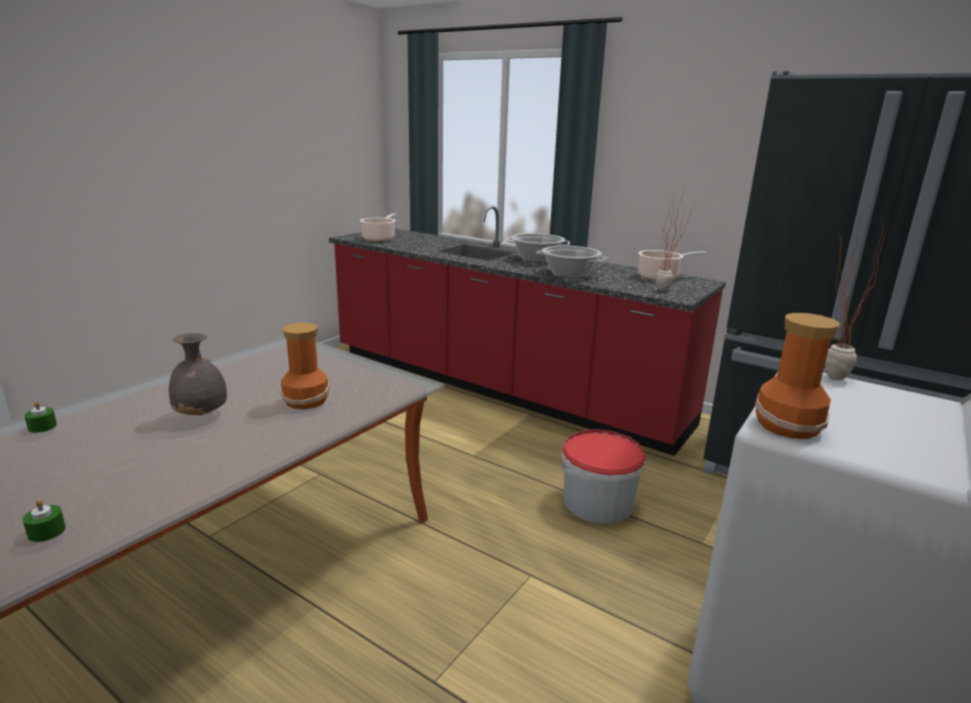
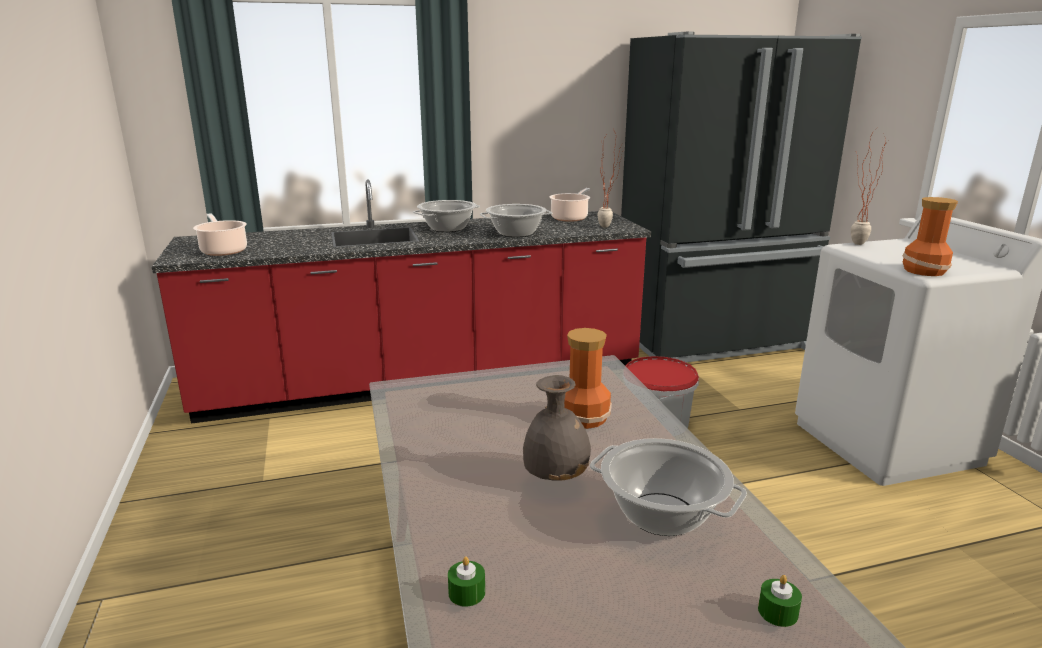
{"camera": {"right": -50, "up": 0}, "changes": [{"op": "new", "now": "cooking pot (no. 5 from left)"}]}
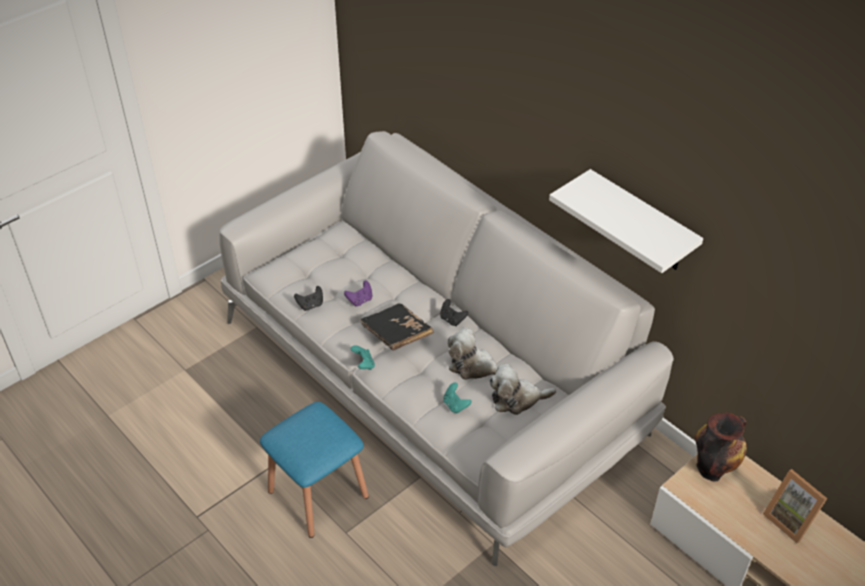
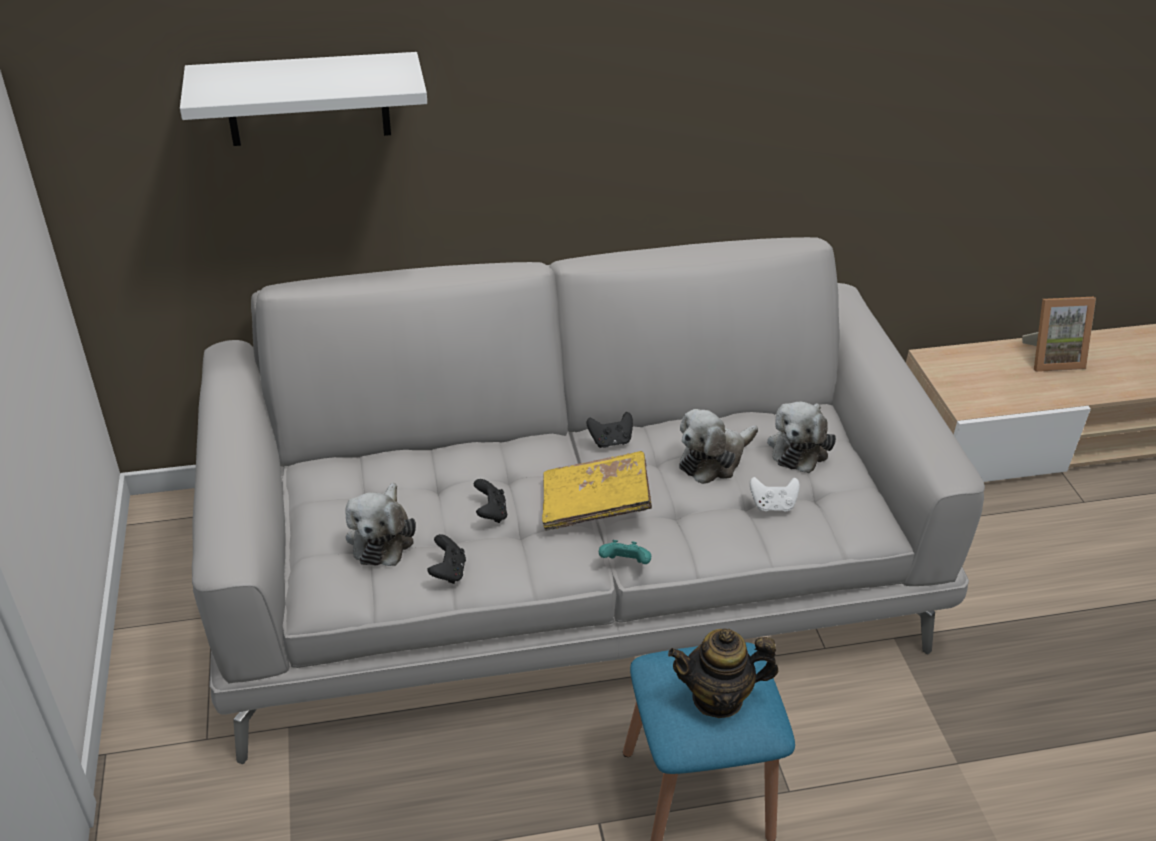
{"camera": {"right": -60, "up": -5}, "changes": [{"op": "shifted", "was": "white shelf"}, {"op": "new", "now": "plush toy (no. 1 from left)"}, {"op": "repainted", "was": "purple game controller", "now": "black game controller (no. 2 from left)"}, {"op": "repainted", "was": "black book", "now": "yellow book"}, {"op": "new", "now": "teapot"}, {"op": "repainted", "was": "turquoise game controller (no. 2 from left)", "now": "white game controller"}, {"op": "gone", "was": "vase"}]}
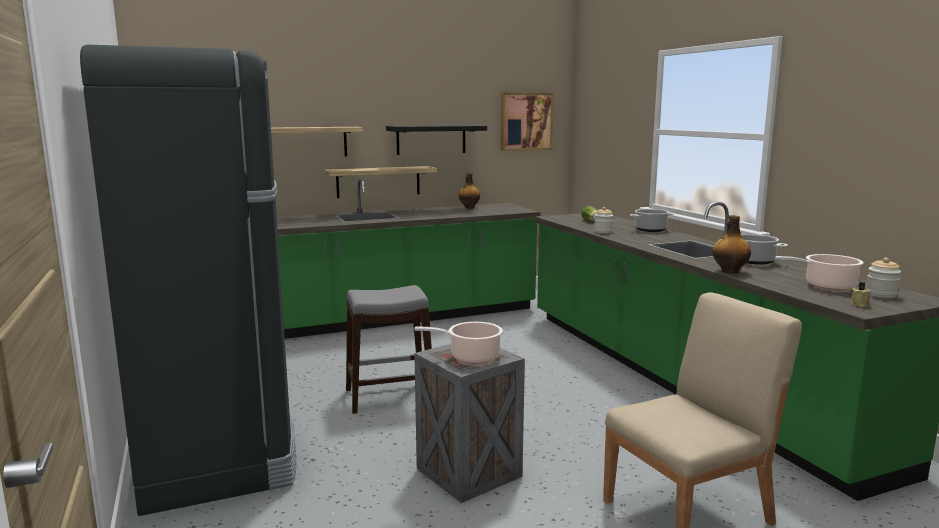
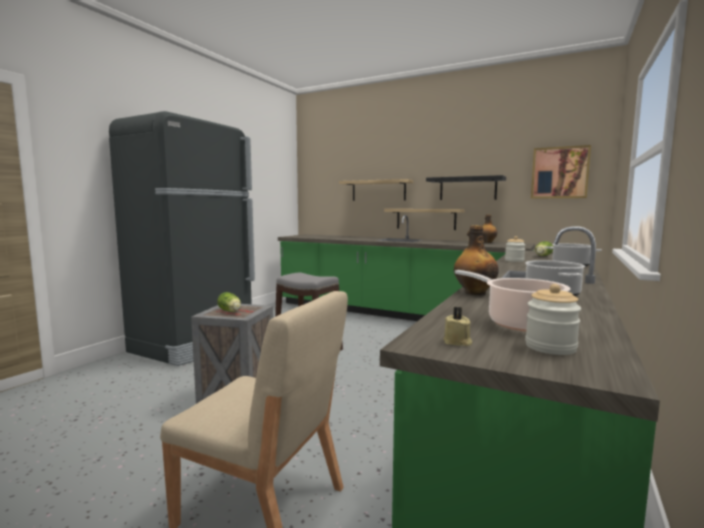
{"camera": {"right": 50, "up": -5}, "changes": [{"op": "swapped", "was": "cooking pot (no. 1 from left)", "now": "lettuce (no. 1 from left)"}]}
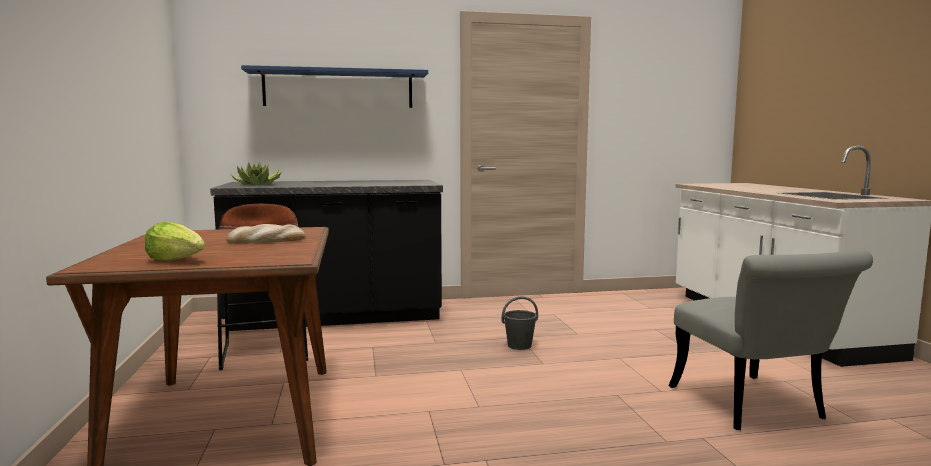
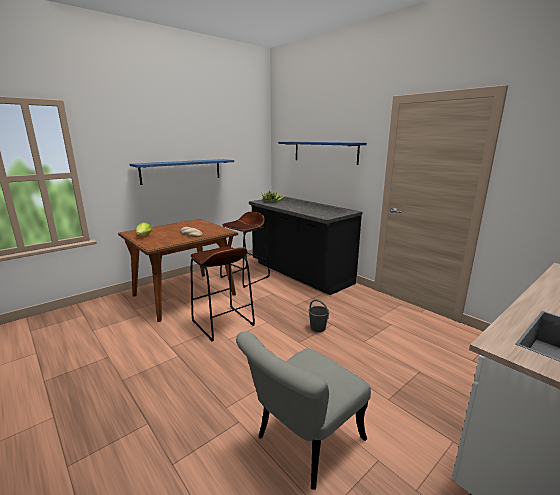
{"camera": {"right": 60, "up": 10}, "changes": [{"op": "new", "now": "blue shelf (no. 1 from left)"}, {"op": "new", "now": "brown stool (no. 1 from left)"}]}
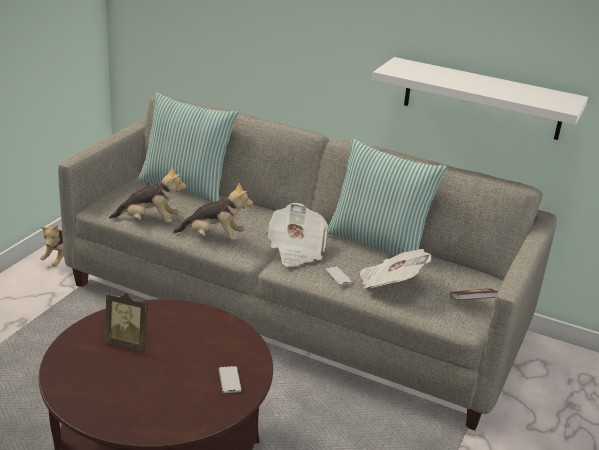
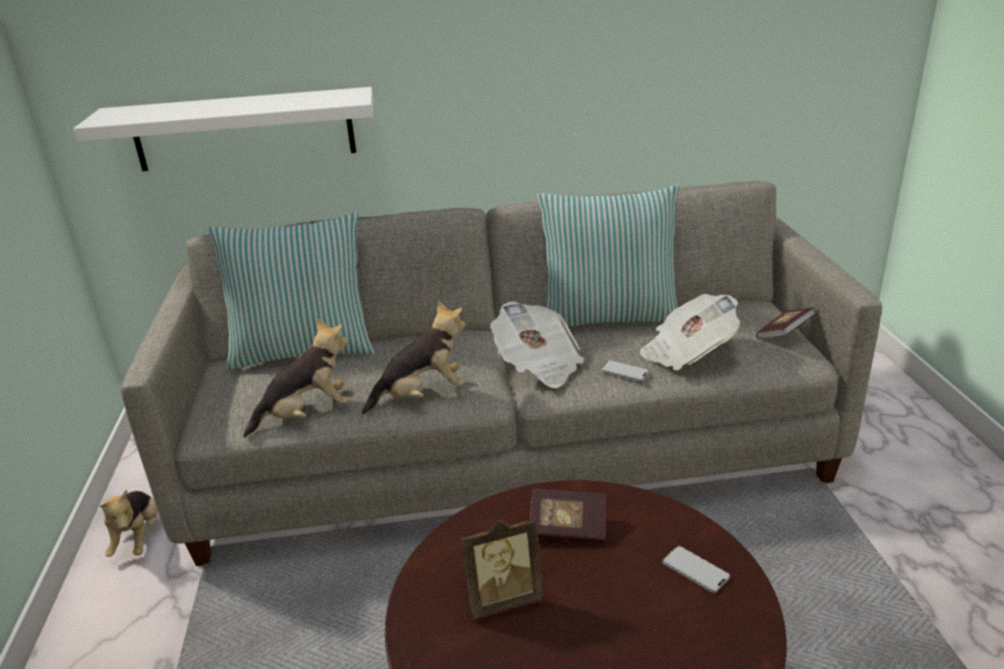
{"camera": {"right": -30, "up": 0}, "changes": [{"op": "shifted", "was": "white shelf"}, {"op": "new", "now": "book (no. 1 from left)"}]}
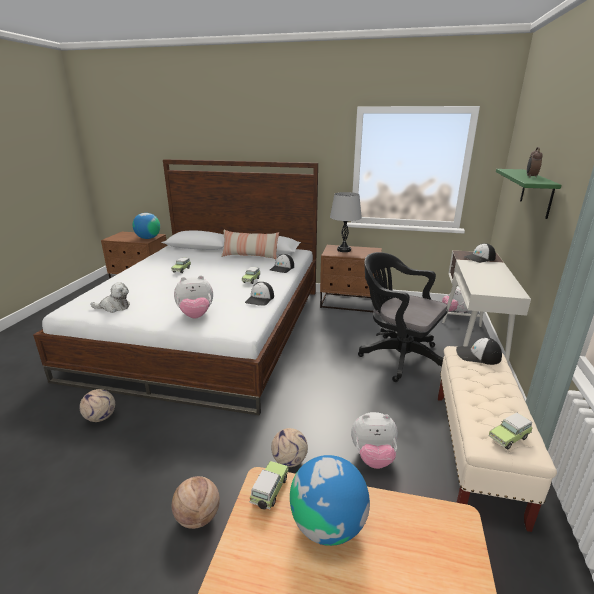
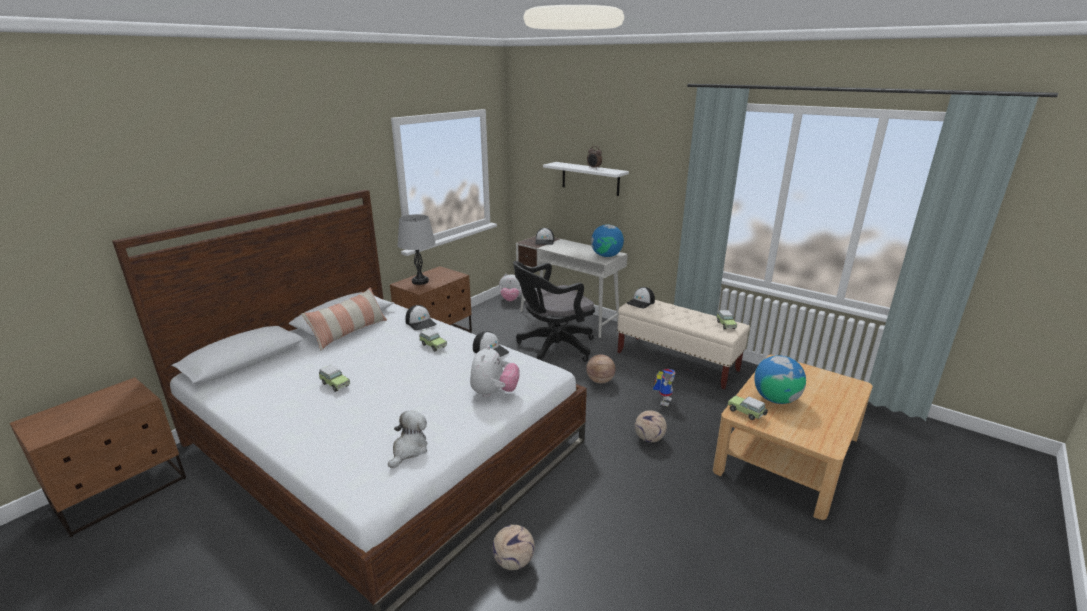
{"camera": {"right": -65, "up": 0}, "changes": [{"op": "repainted", "was": "green shelf", "now": "white shelf"}, {"op": "shifted", "was": "basketball"}, {"op": "shifted", "was": "globe (no. 1 from left)"}, {"op": "swapped", "was": "plush toy (no. 3 from left)", "now": "toy robot"}]}
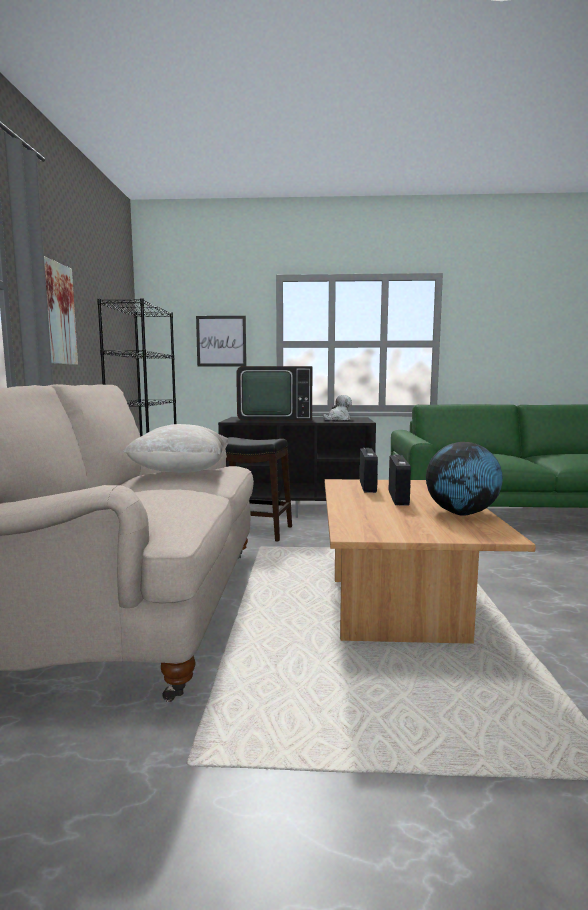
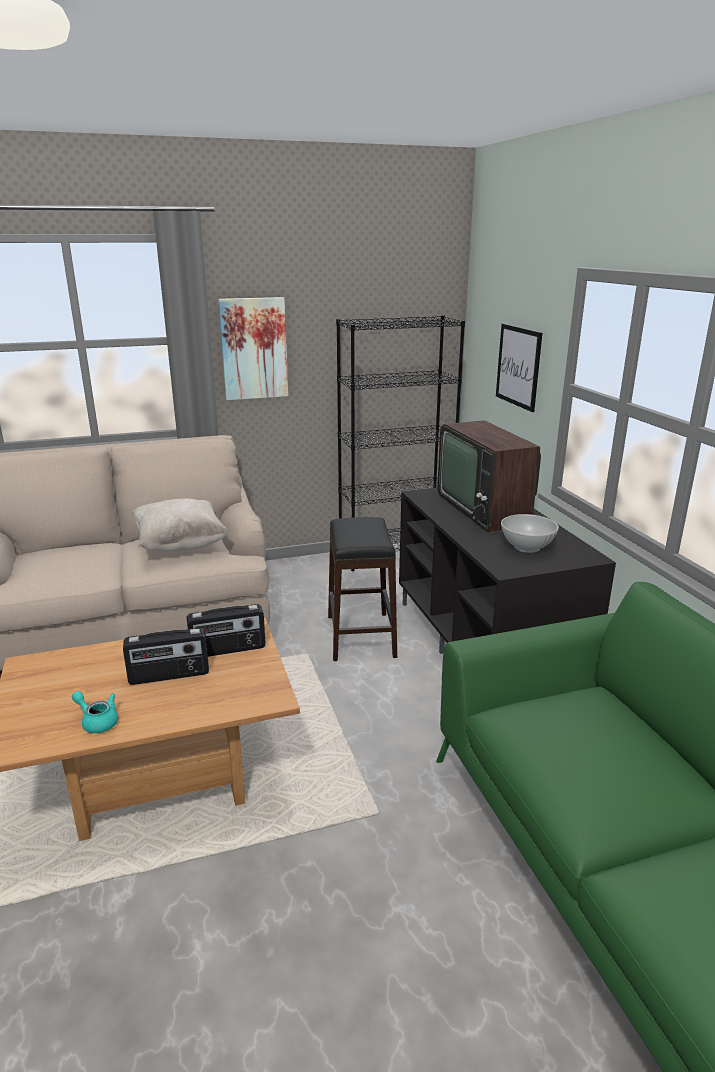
{"camera": {"right": 70, "up": 15}, "changes": [{"op": "swapped", "was": "globe", "now": "turquoise teapot"}, {"op": "swapped", "was": "plush toy", "now": "white bowl"}]}
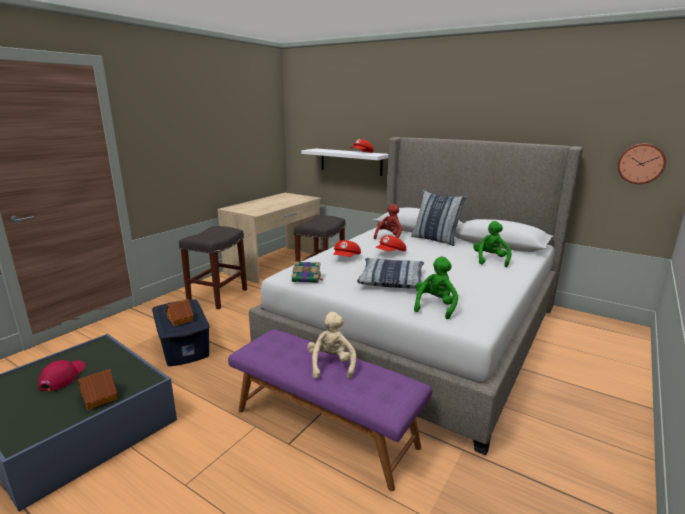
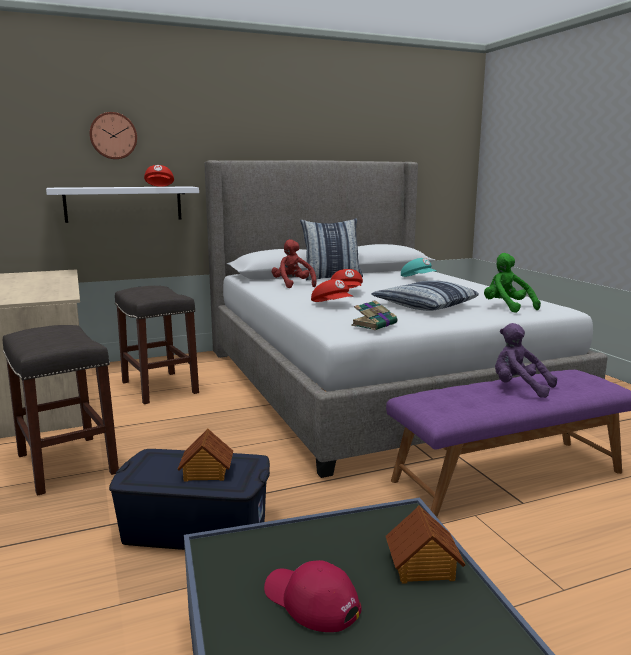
{"camera": {"right": -55, "up": -5}, "changes": [{"op": "shifted", "was": "wall clock"}, {"op": "swapped", "was": "green plush toy (no. 2 from left)", "now": "turquoise cap"}, {"op": "repainted", "was": "beige plush toy", "now": "purple plush toy"}]}
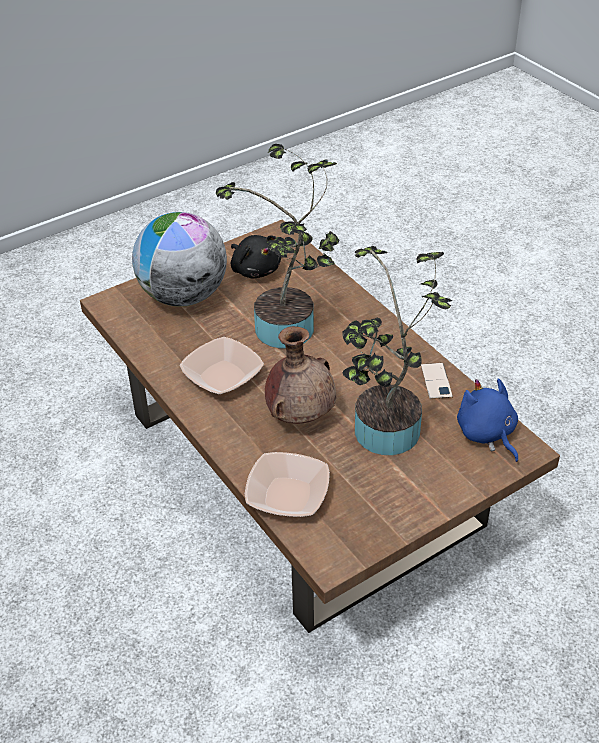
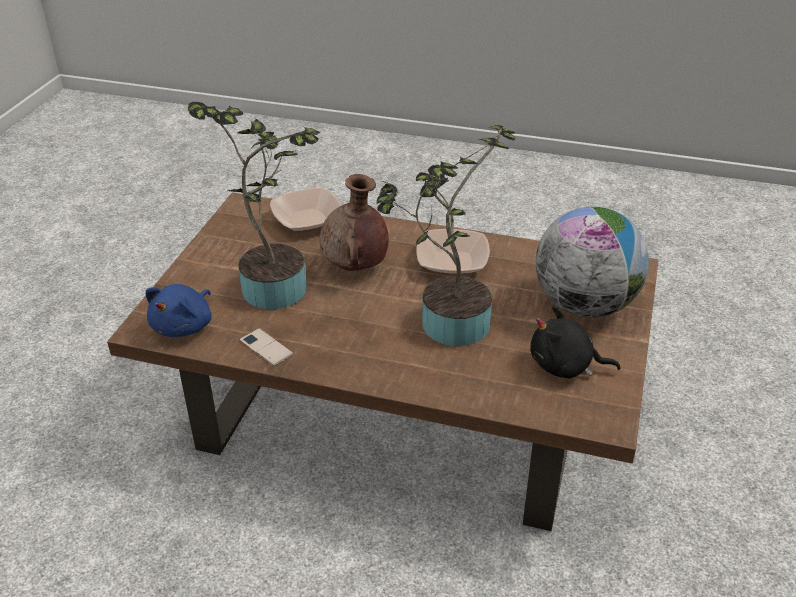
{"camera": {"right": 140, "up": -5}, "changes": [{"op": "rotated", "was": "blue plush toy", "clockwise": 90}]}
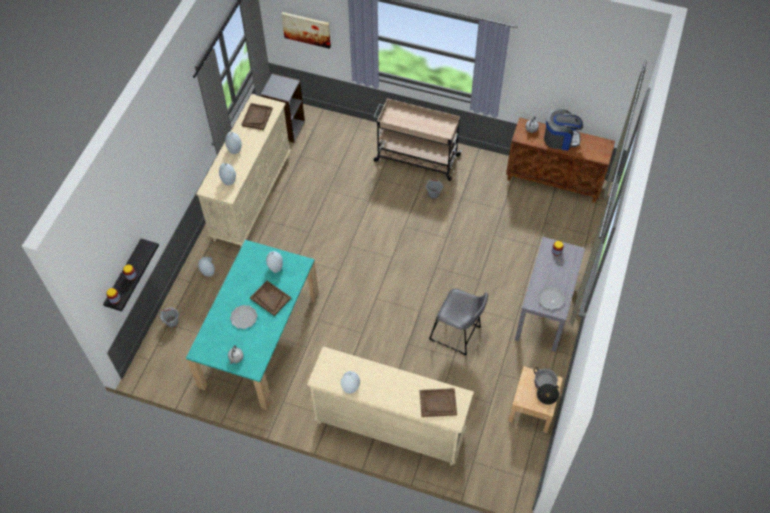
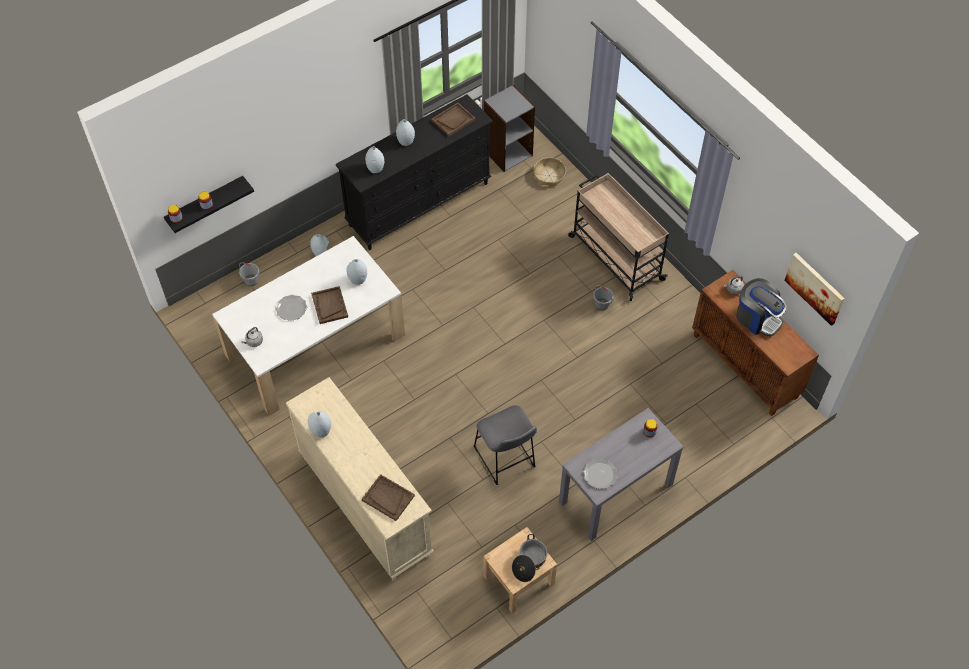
{"camera": {"right": 35, "up": 0}, "changes": [{"op": "repainted", "was": "turquoise dining table", "now": "white dining table"}, {"op": "repainted", "was": "beige dresser (no. 1 from left)", "now": "black dresser"}, {"op": "new", "now": "basket"}, {"op": "shifted", "was": "picture"}]}
